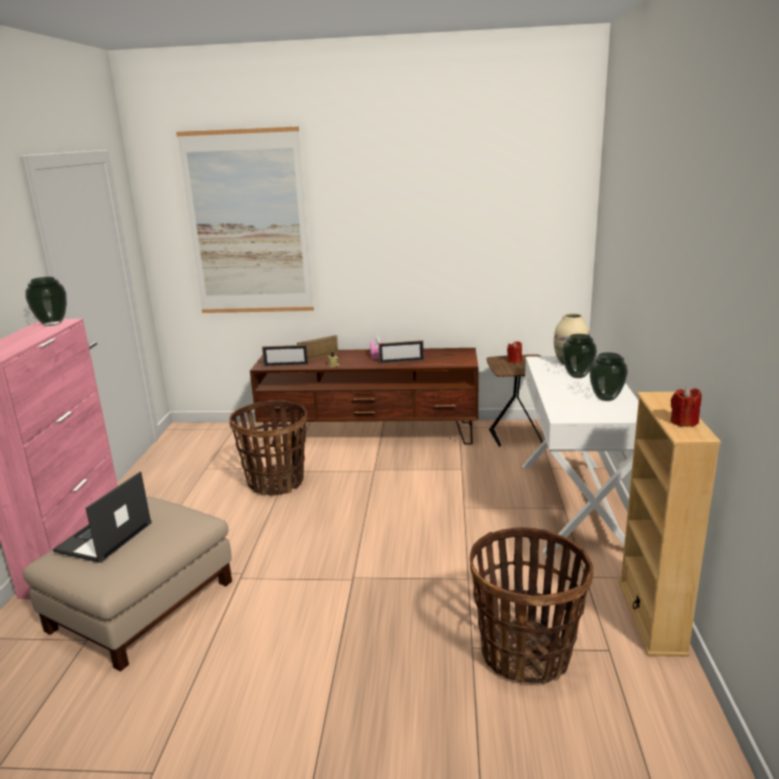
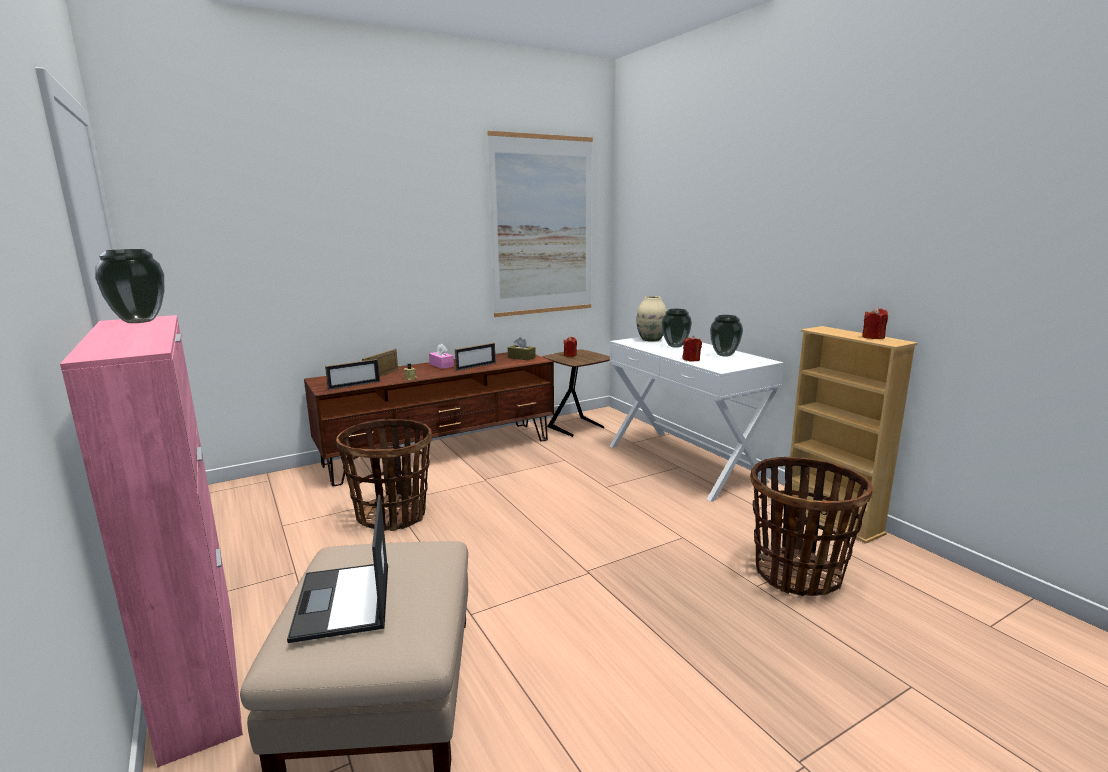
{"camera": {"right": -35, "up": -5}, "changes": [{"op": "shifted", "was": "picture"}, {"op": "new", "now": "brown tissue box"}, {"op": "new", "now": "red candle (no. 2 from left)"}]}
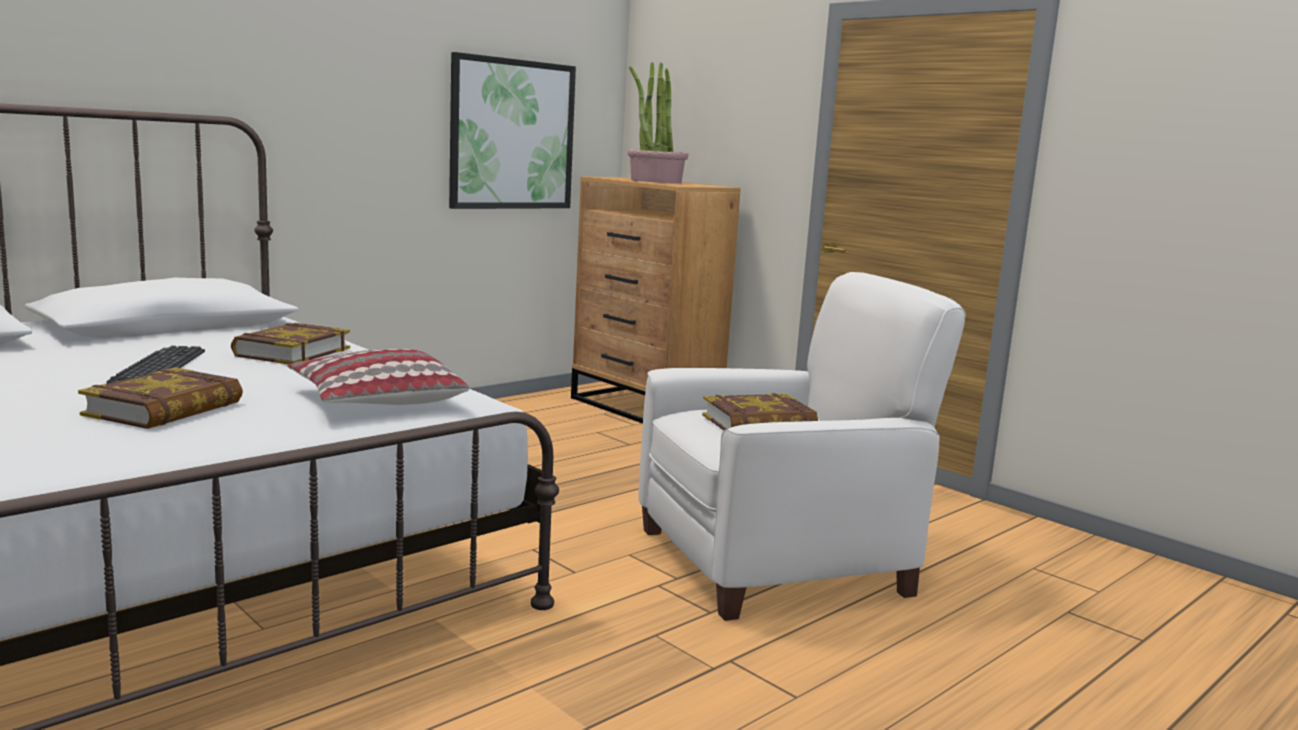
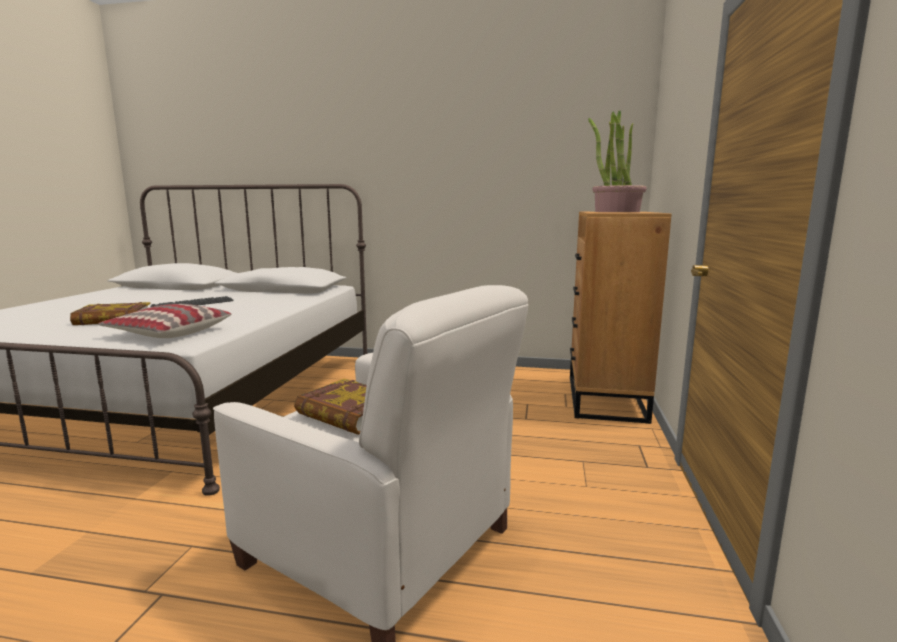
{"camera": {"right": 55, "up": 0}, "changes": [{"op": "gone", "was": "book (no. 2 from left)"}, {"op": "gone", "was": "picture"}]}
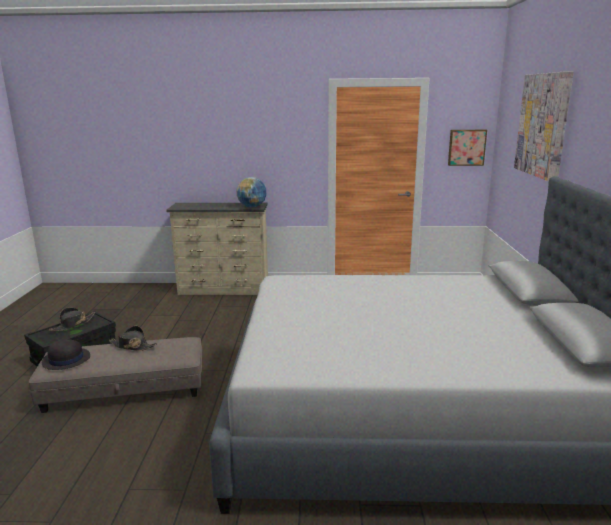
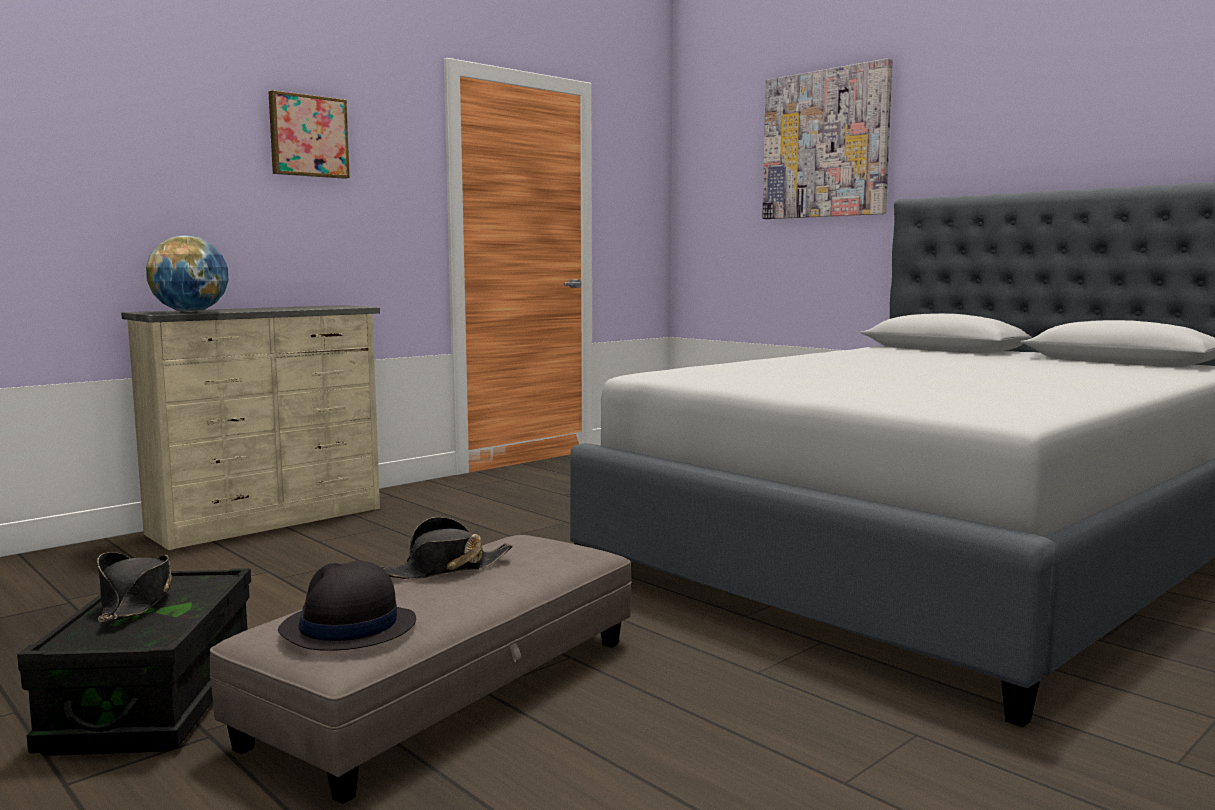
{"camera": {"right": -45, "up": -10}, "changes": [{"op": "shifted", "was": "globe"}, {"op": "shifted", "was": "picture (no. 1 from left)"}]}
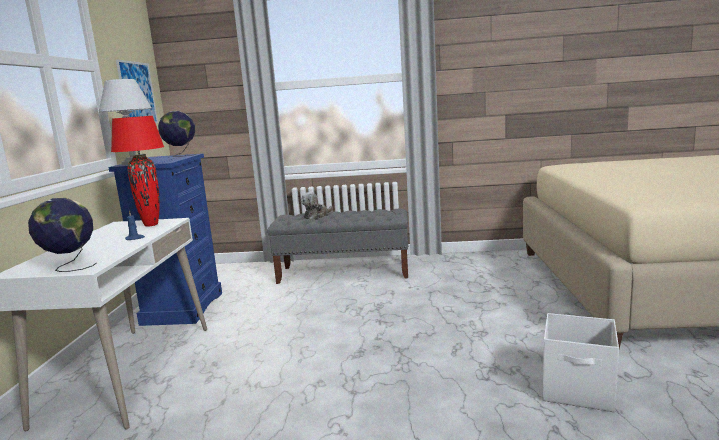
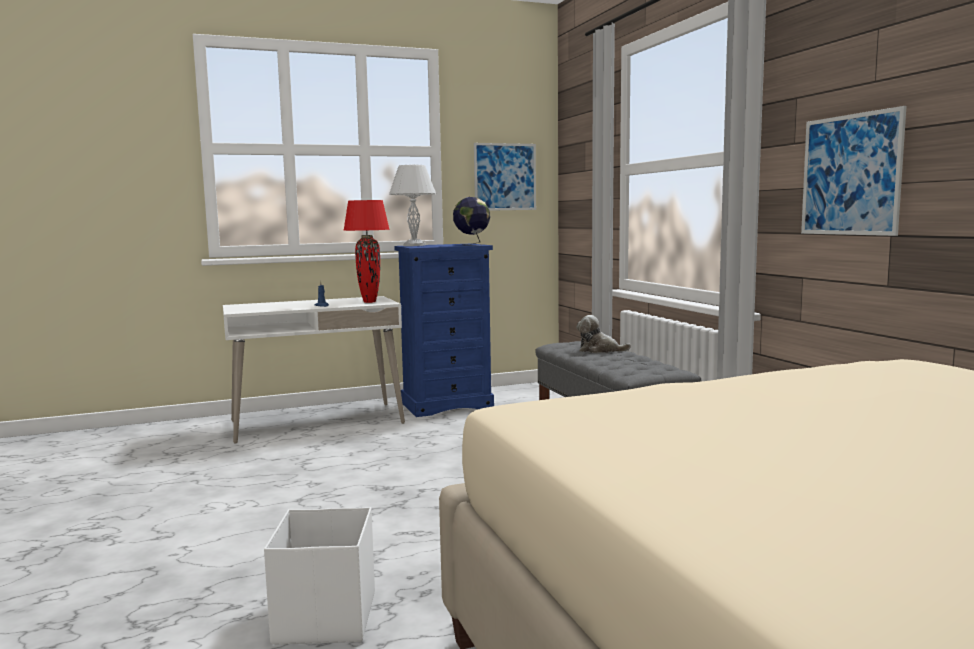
{"camera": {"right": 65, "up": -5}, "changes": [{"op": "new", "now": "picture (no. 2 from left)"}, {"op": "gone", "was": "globe (no. 1 from left)"}]}
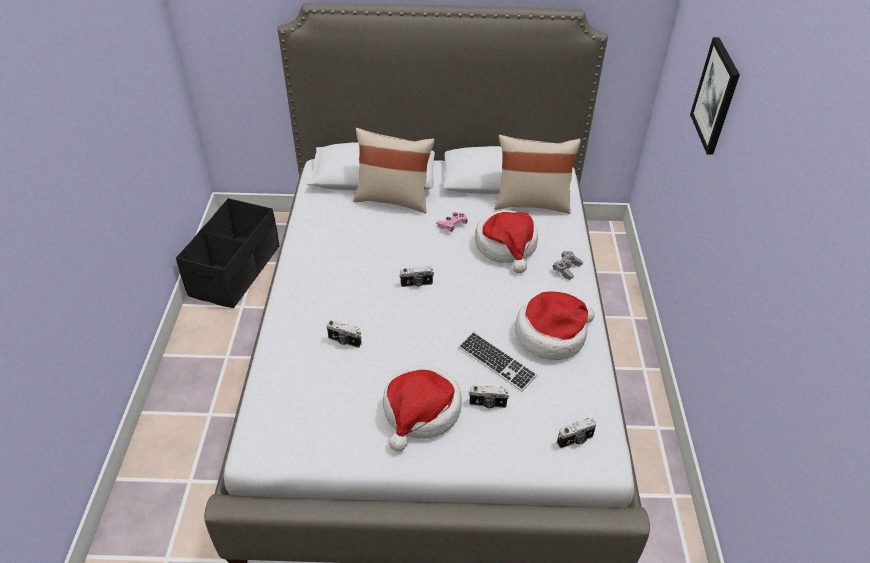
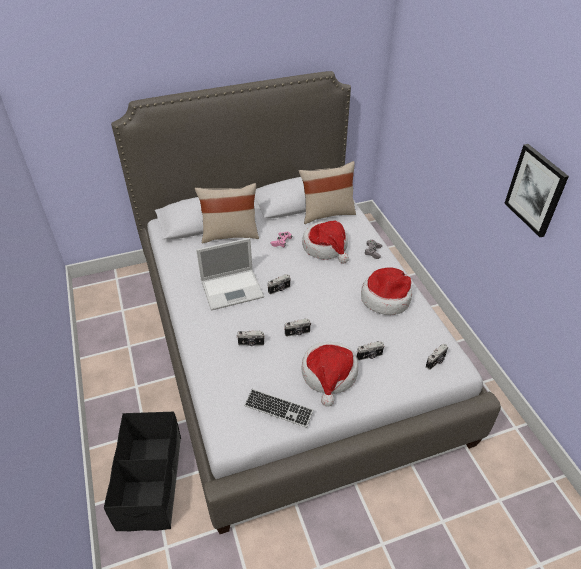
{"camera": {"right": -20, "up": 0}, "changes": [{"op": "shifted", "was": "black storage box"}, {"op": "new", "now": "laptop"}, {"op": "shifted", "was": "keyboard"}, {"op": "new", "now": "photo camera (no. 3 from left)"}, {"op": "shifted", "was": "picture"}]}
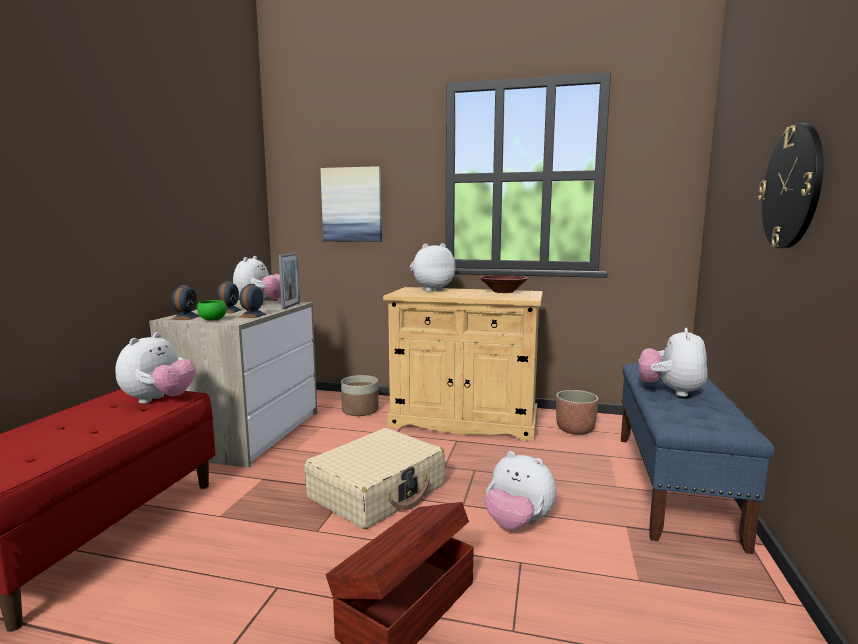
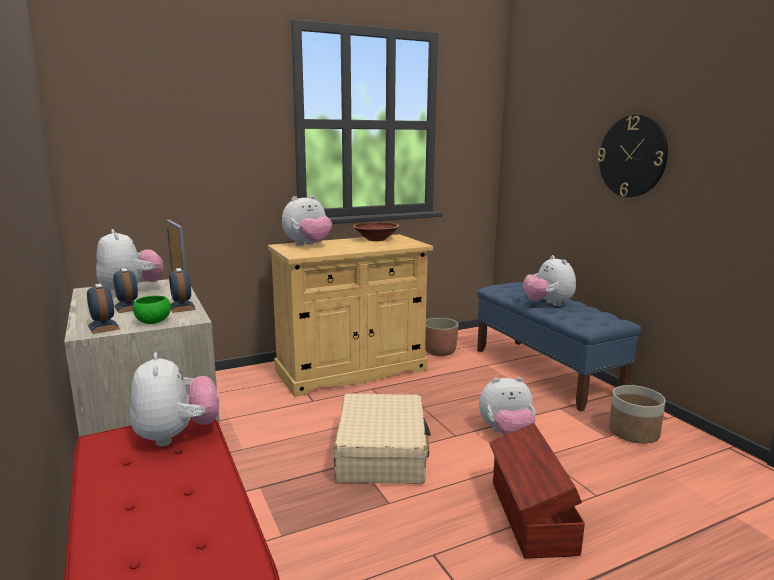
{"camera": {"right": -40, "up": 5}, "changes": [{"op": "rotated", "was": "plush toy (no. 3 from left)", "clockwise": -150}, {"op": "shifted", "was": "planter (no. 1 from left in the first image)", "now": "planter (no. 2 from left)"}, {"op": "gone", "was": "picture"}]}
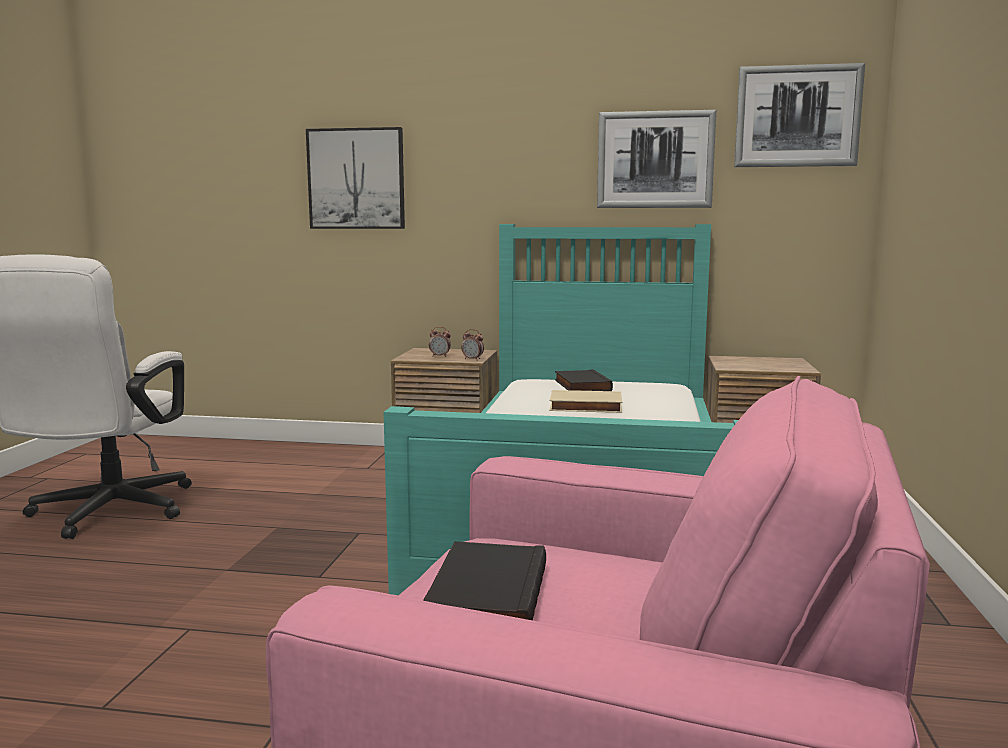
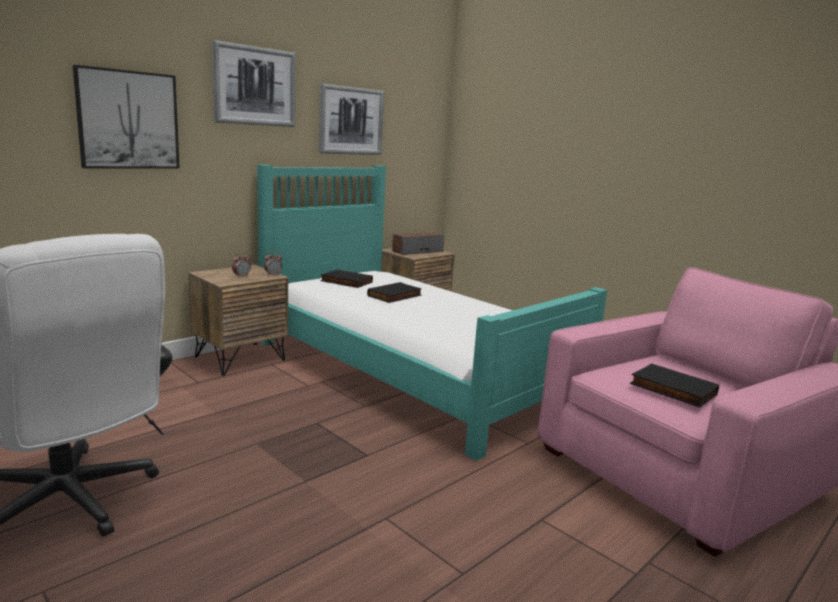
{"camera": {"right": -55, "up": 5}, "changes": [{"op": "shifted", "was": "picture (no. 3 from left in the first image)", "now": "picture (no. 2 from left)"}, {"op": "repainted", "was": "beige book", "now": "black book (no. 2 from left)"}, {"op": "new", "now": "speaker"}]}
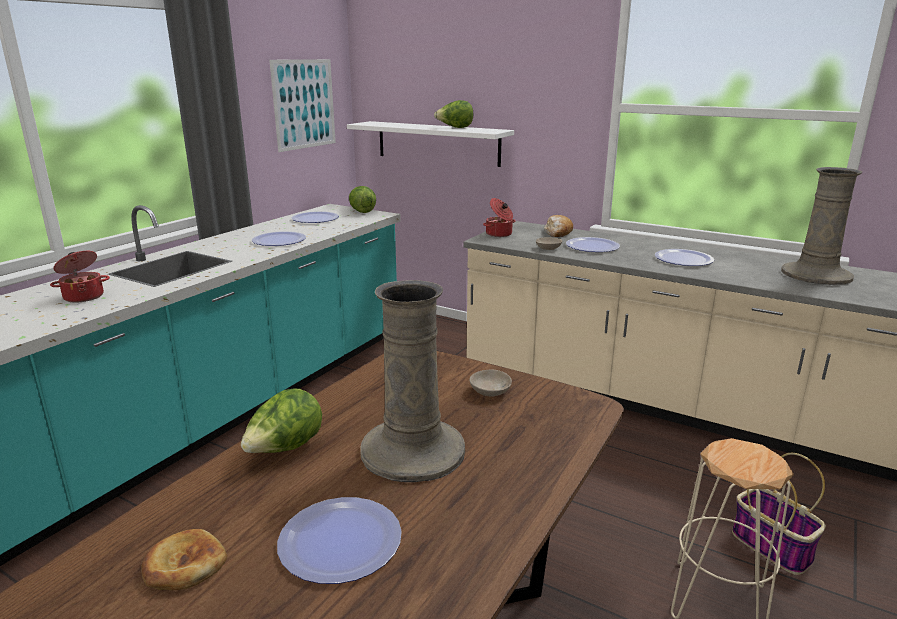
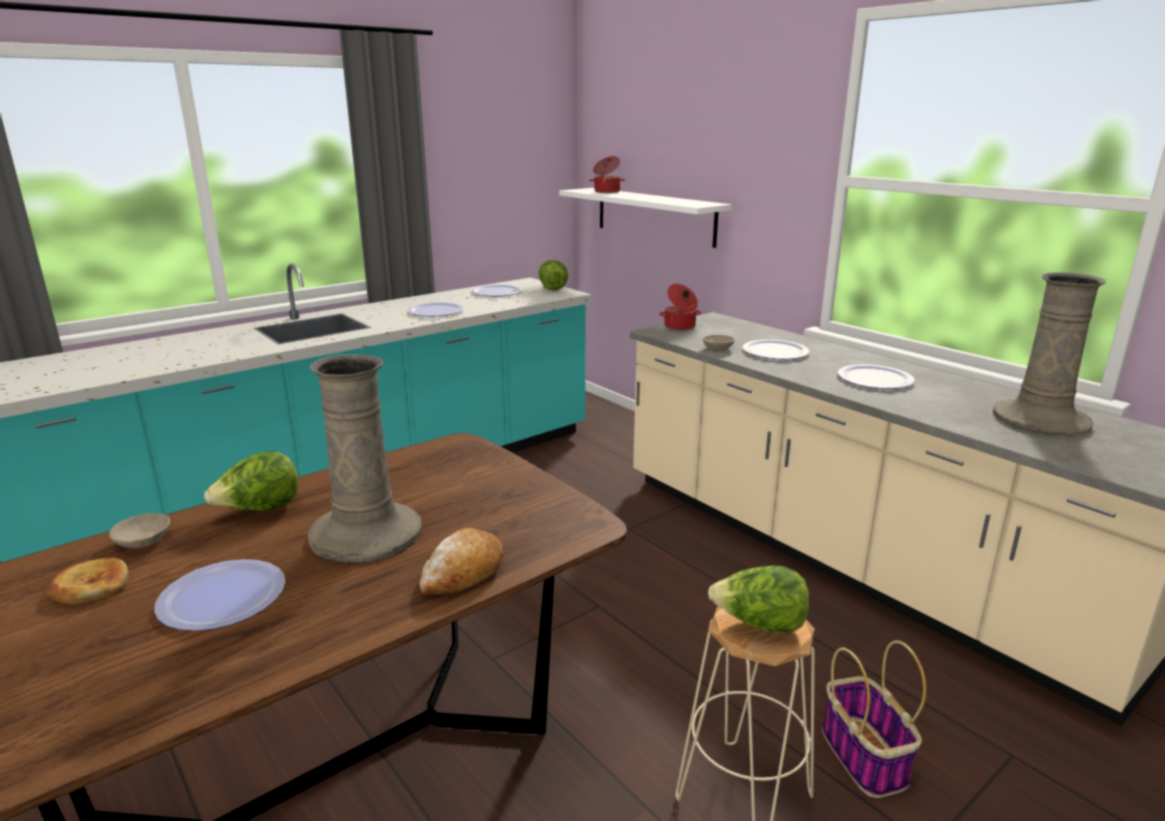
{"camera": {"right": 20, "up": 0}, "changes": [{"op": "shifted", "was": "beige bowl (no. 1 from left)"}, {"op": "shifted", "was": "bread (no. 2 from left)"}, {"op": "shifted", "was": "cooking pot (no. 1 from left)"}, {"op": "shifted", "was": "lettuce (no. 3 from left)"}, {"op": "gone", "was": "picture"}]}
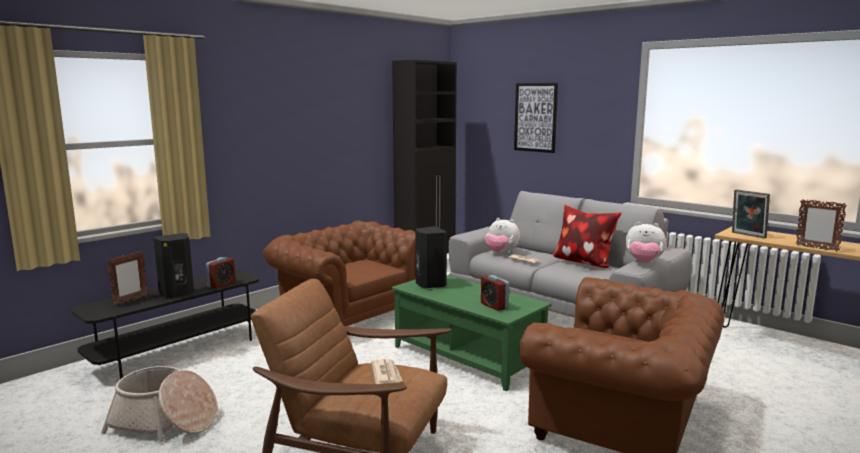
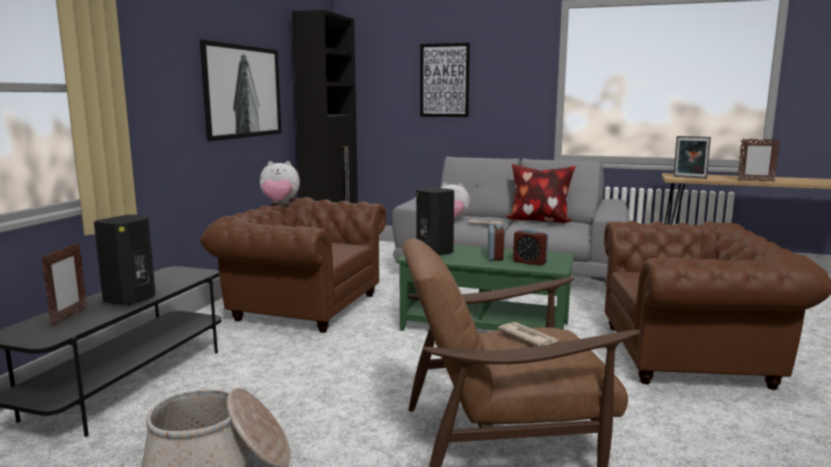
{"camera": {"right": -25, "up": 0}, "changes": [{"op": "new", "now": "picture (no. 1 from left)"}, {"op": "shifted", "was": "plush toy (no. 2 from left in the first image)", "now": "plush toy (no. 1 from left)"}, {"op": "shifted", "was": "alarm clock (no. 1 from left)"}]}
